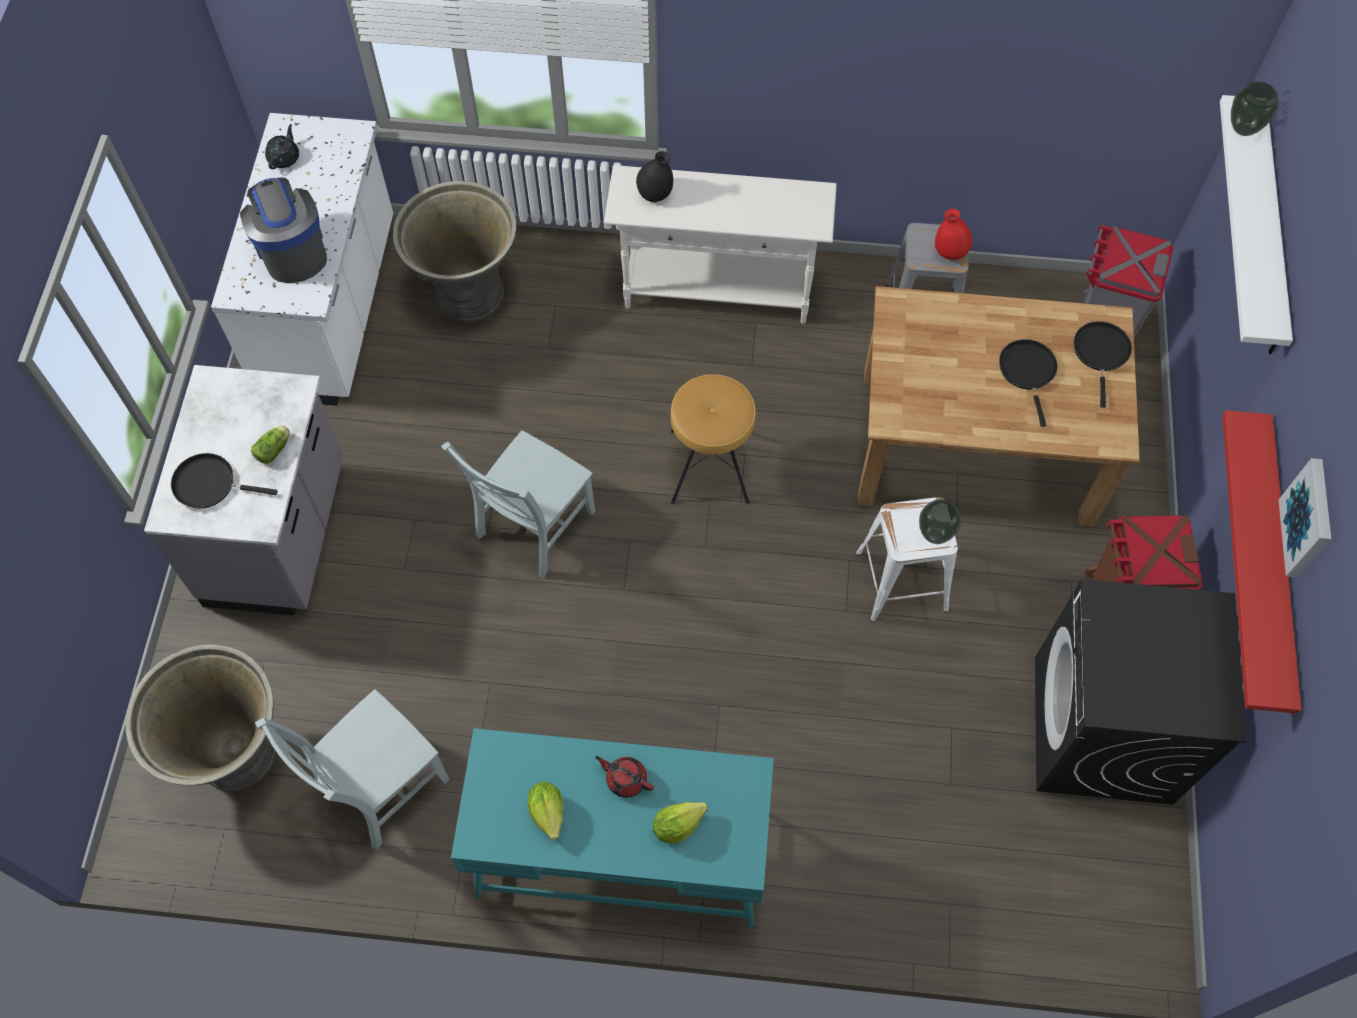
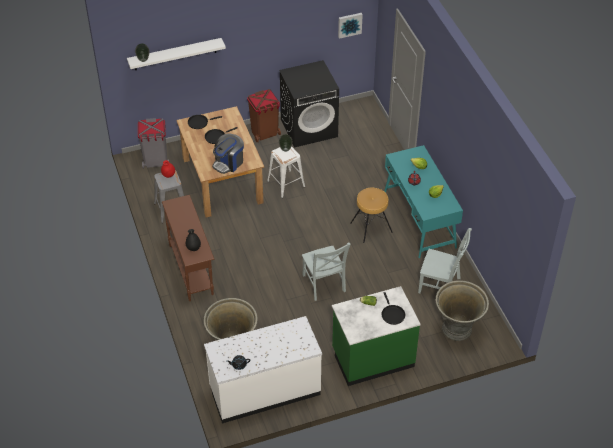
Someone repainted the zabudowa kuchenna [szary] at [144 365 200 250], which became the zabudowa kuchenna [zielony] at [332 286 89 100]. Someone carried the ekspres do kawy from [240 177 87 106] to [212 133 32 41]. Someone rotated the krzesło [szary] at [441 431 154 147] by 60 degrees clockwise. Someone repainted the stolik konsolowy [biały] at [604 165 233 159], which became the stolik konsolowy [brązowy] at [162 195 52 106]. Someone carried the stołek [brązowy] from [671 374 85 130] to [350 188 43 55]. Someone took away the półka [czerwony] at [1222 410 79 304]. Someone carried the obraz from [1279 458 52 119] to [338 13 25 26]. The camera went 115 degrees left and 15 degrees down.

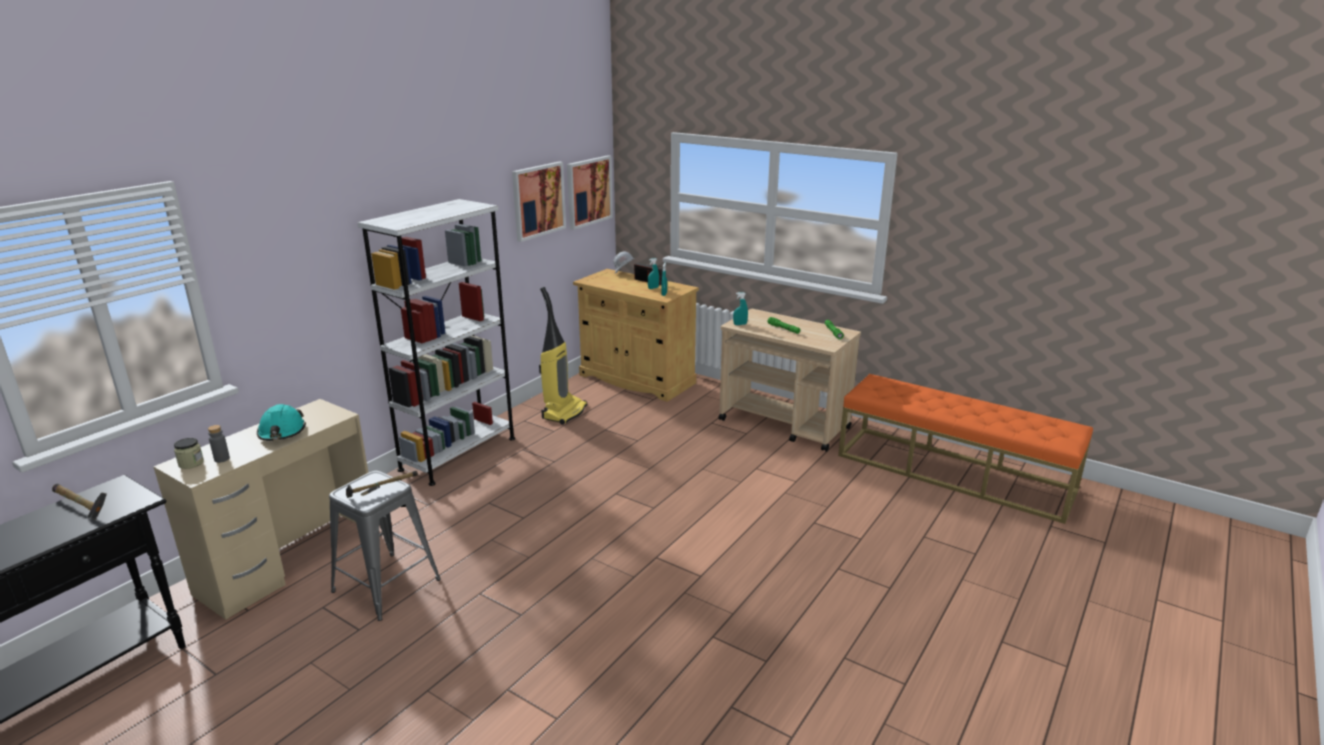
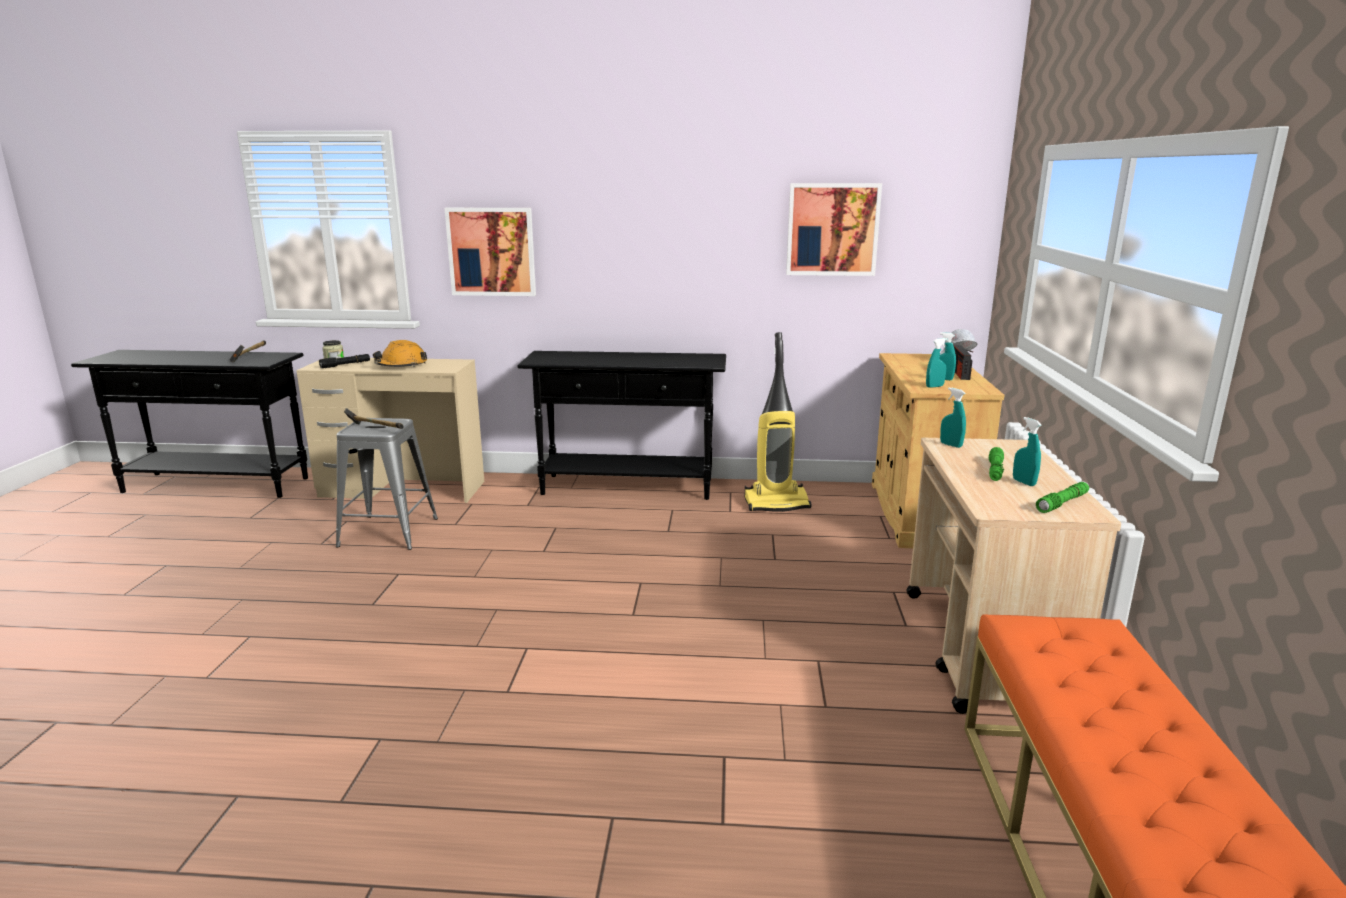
Someone swapped the butelka [szary] at [208 425 22 38] for the latarka [czarny] at [319 354 51 14]. Someone repainted the kask [turkusowy] at [257 404 49 37], which became the kask [pomarańczowy] at [373 340 54 27]. Someone swapped the regał [biały] at [357 199 158 287] for the stolik konsolowy [czarny] at [517 351 209 149]. Someone carried the obraz from [567 155 46 75] to [444 208 92 88]. Someone put down the spryskiwacz [turkusowy] at [1013 417 28 69]. The camera went 60 degrees right and 5 degrees down.

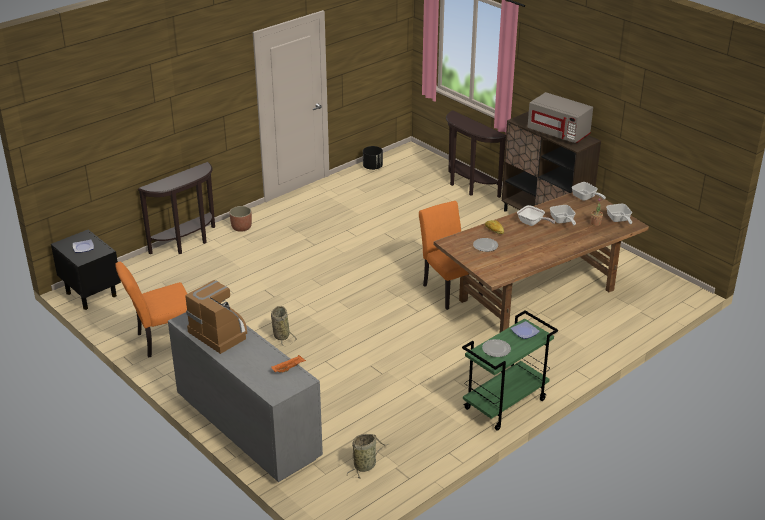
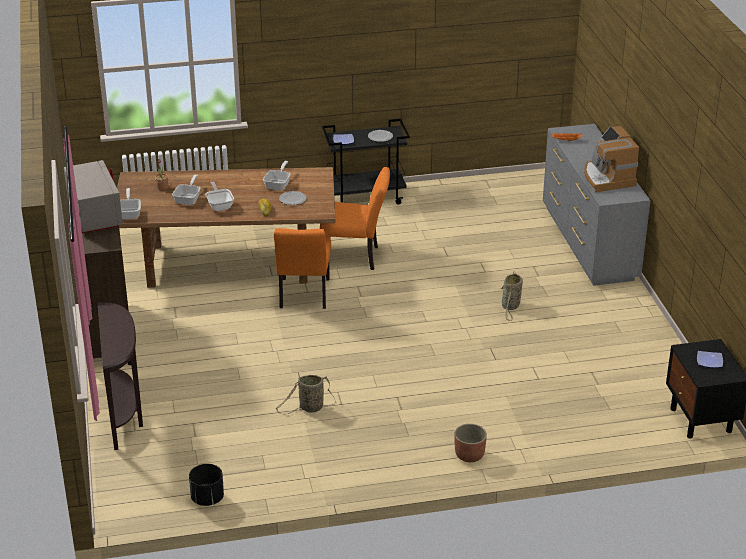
Someone carried the krzesło [pomarańczowy] from [115 262 72 96] to [320 167 70 103]. Someone took away the stolik konsolowy [brązowy] at [138 162 77 92]. Someone carried the koszyk from [347 434 42 45] to [276 375 60 40]. Someone repainted the wózek [zielony] at [462 310 96 121], which became the wózek [czarny] at [322 119 88 86]. Someone carried the patelnia from [606 204 26 20] to [263 161 28 29]. The camera went 150 degrees left and 0 degrees up.

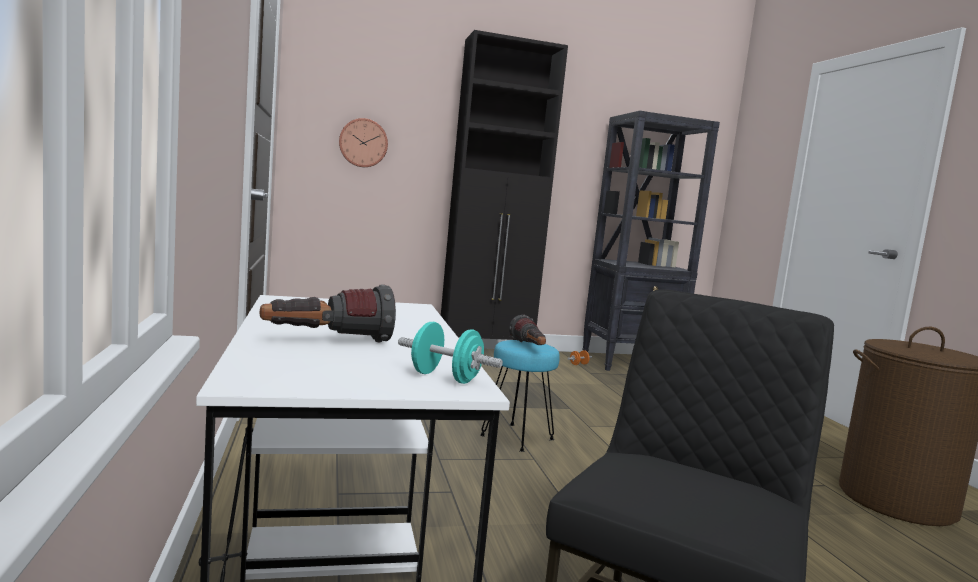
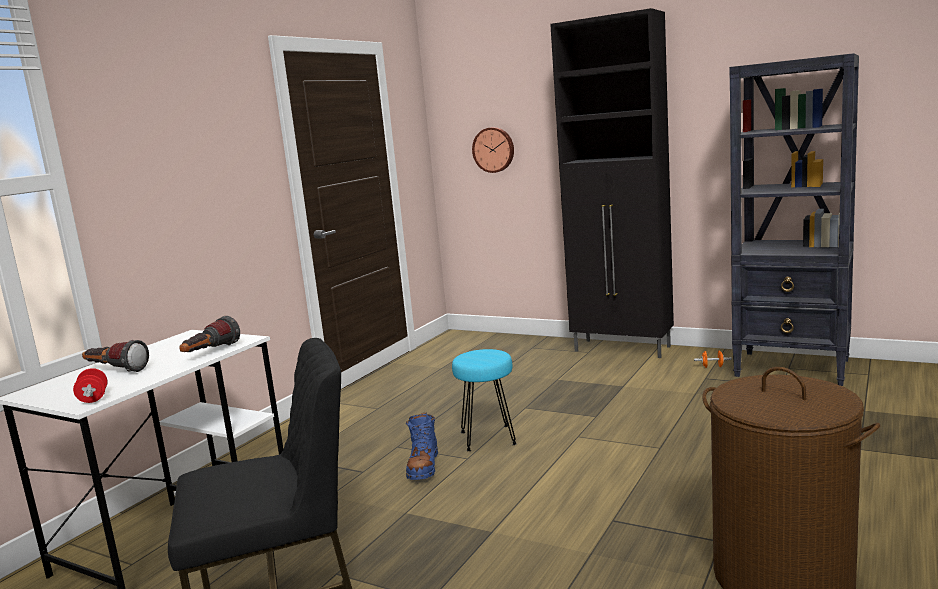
Someone repainted the hantel [turkusowy] at [398 322 105 62], which became the hantel [czerwony] at [73 368 35 35]. Someone carried the latarka from [509 315 37 30] to [179 316 61 36]. Someone put down the but z cholewką [niebieski] at [406 412 32 68]. The camera went 45 degrees right and 5 degrees up.

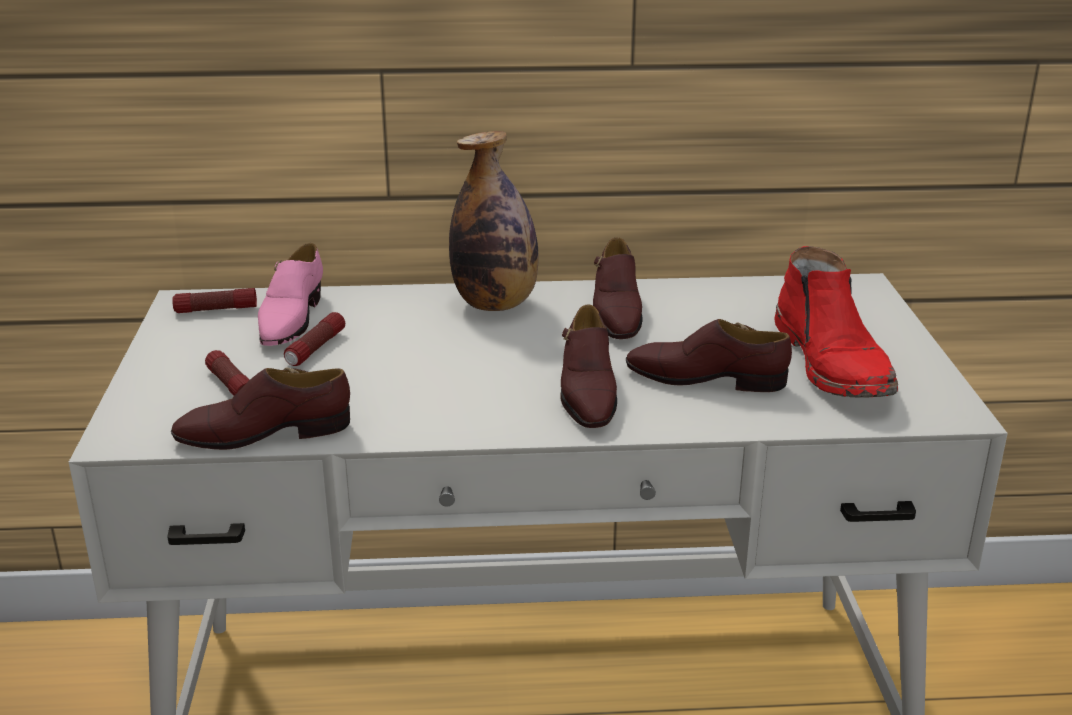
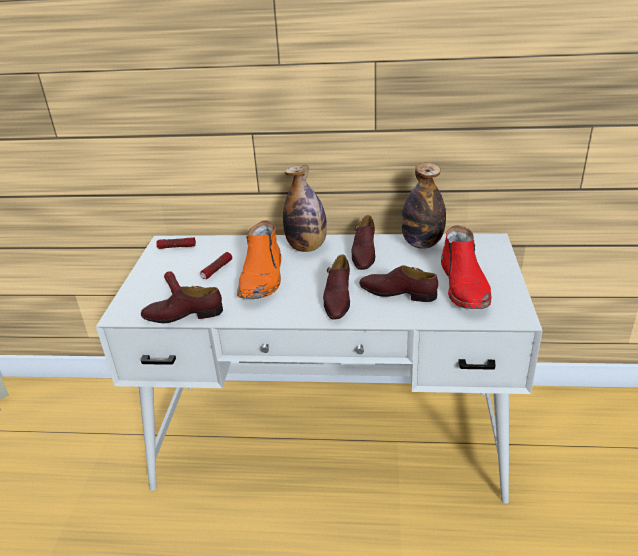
Someone took away the but [różowy] at [258 243 65 103]. Someone put down the but z cholewką [pomarańczowy] at [237 220 44 79]. Someone put down the butelka at [401 163 45 86]. The camera went 10 degrees right and 5 degrees up.

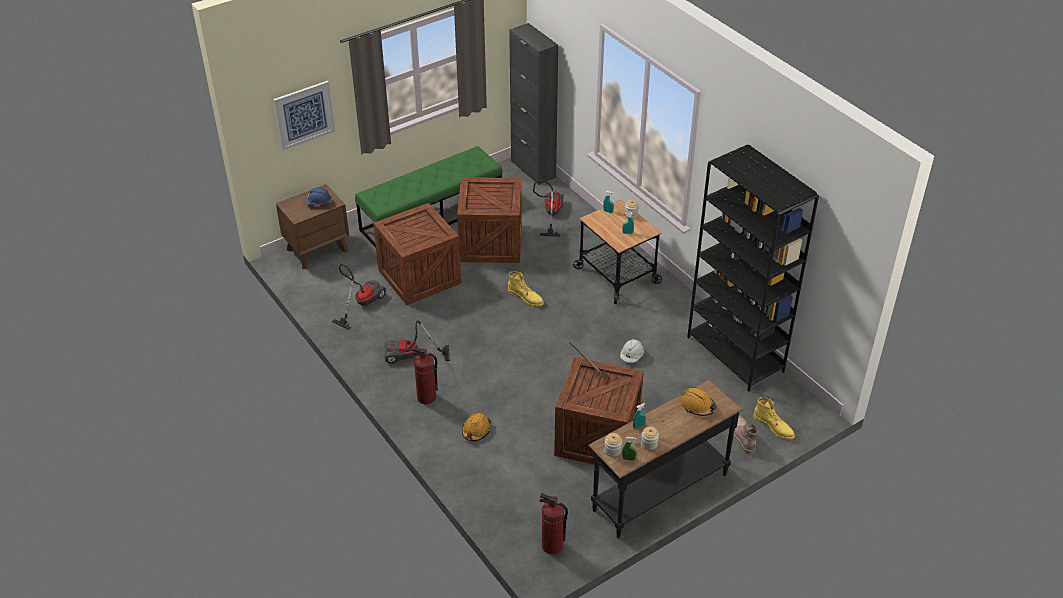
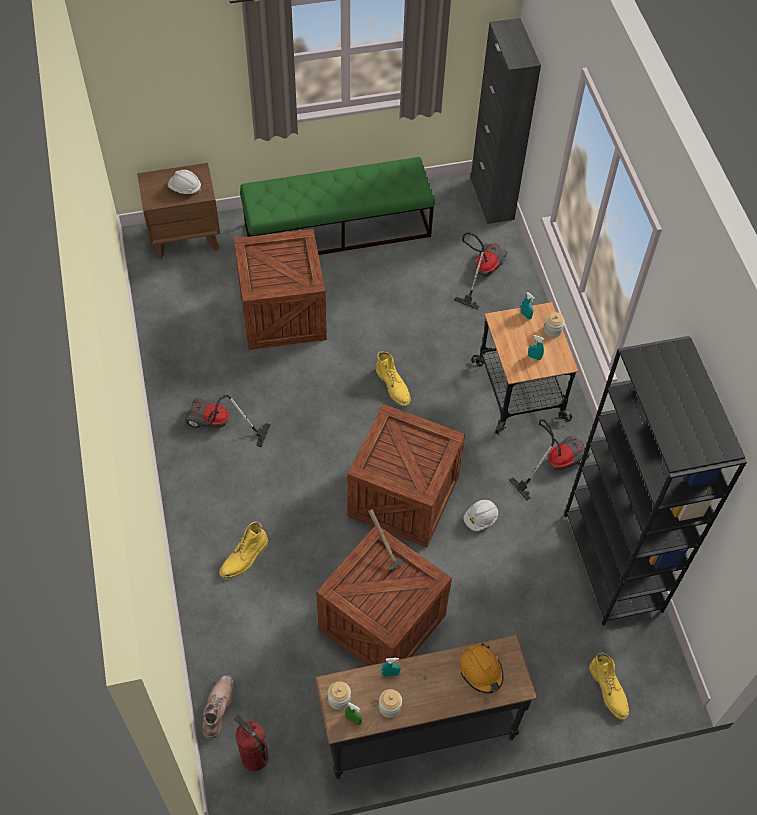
Someone took away the obraz at [273 81 62 70]. Someone repainted the kask [niebieski] at [305 187 27 18], which became the kask [biały] at [168 170 34 24]. Someone carried the odkurzacz from [332 264 54 66] to [509 419 82 82]. Someone took away the gaśnica at [410 347 28 57]. Someone carried the skrzynka from [457 177 65 86] to [347 404 118 143]. Someone swapped the kask [pomarańczowy] at [462 413 29 28] for the but z cholewką [żółty] at [219 522 49 57]. Someone carried the but z cholewką [brązowy] from [734 415 24 40] to [202 675 32 65]. The camera went 20 degrees right and 15 degrees up.

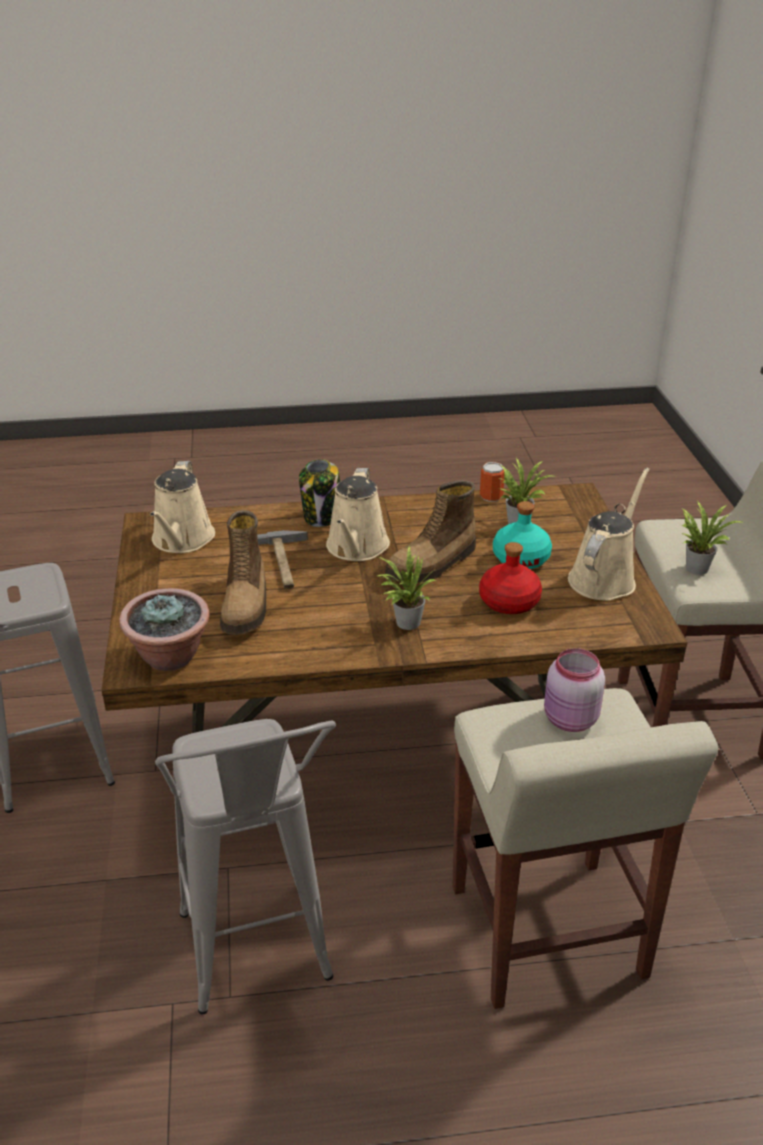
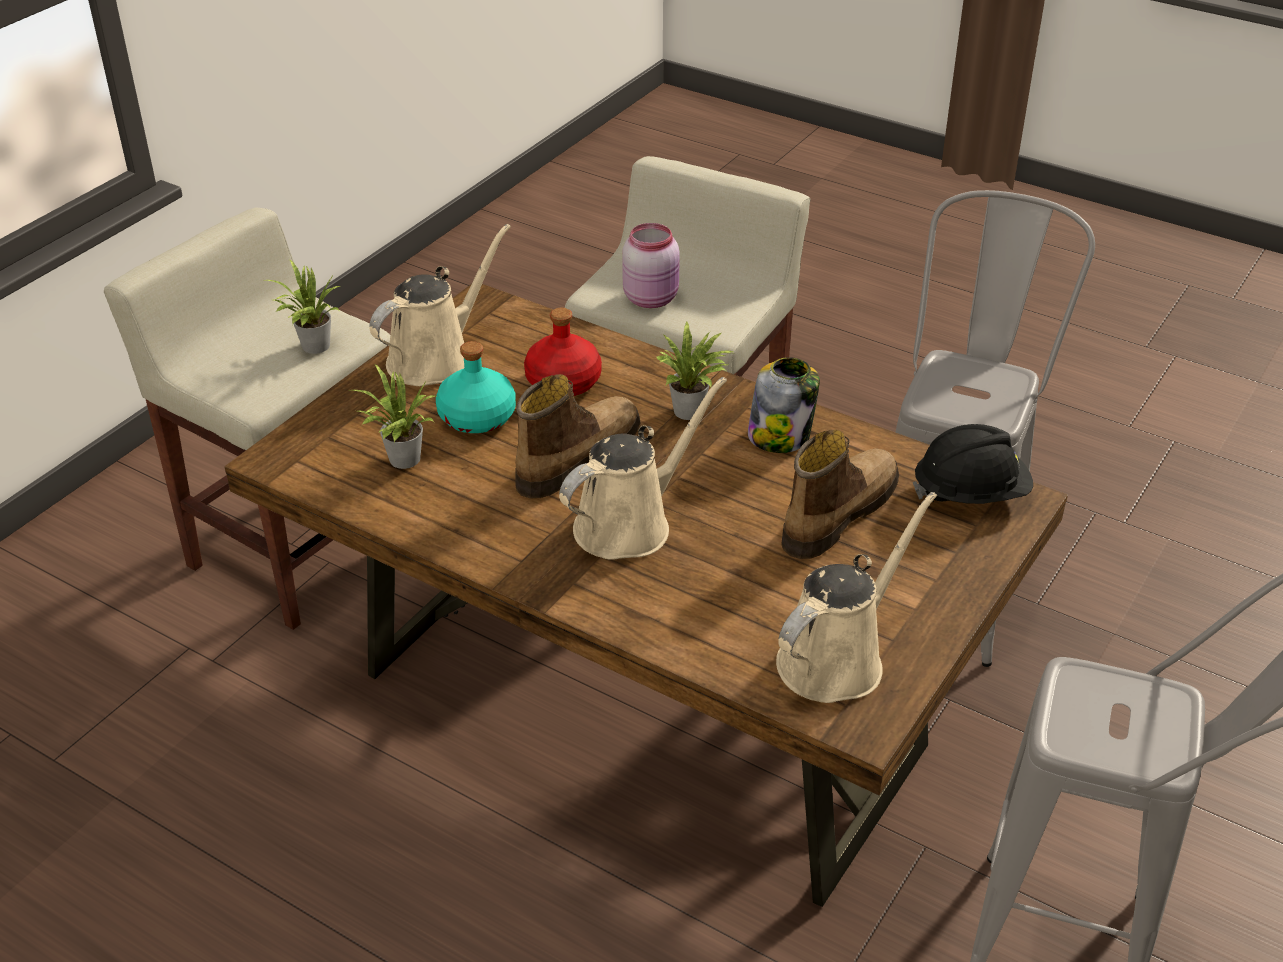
Someone swapped the roślina doniczkowa at [119 588 91 83] for the kask [czarny] at [913 424 120 80]. Someone took away the młotek at [257 530 51 59]. Someone carried the słoik from [299 459 41 68] to [748 357 72 96]. Someone rotated the but z cholewką at [385 480 91 103] by 45 degrees counterclockwise. Someone took away the puszka at [480 462 24 40]. Someone rotated the konewka [beżowy] at [568 468 82 133] by 150 degrees clockwise. The camera went 140 degrees left and 5 degrees up.

